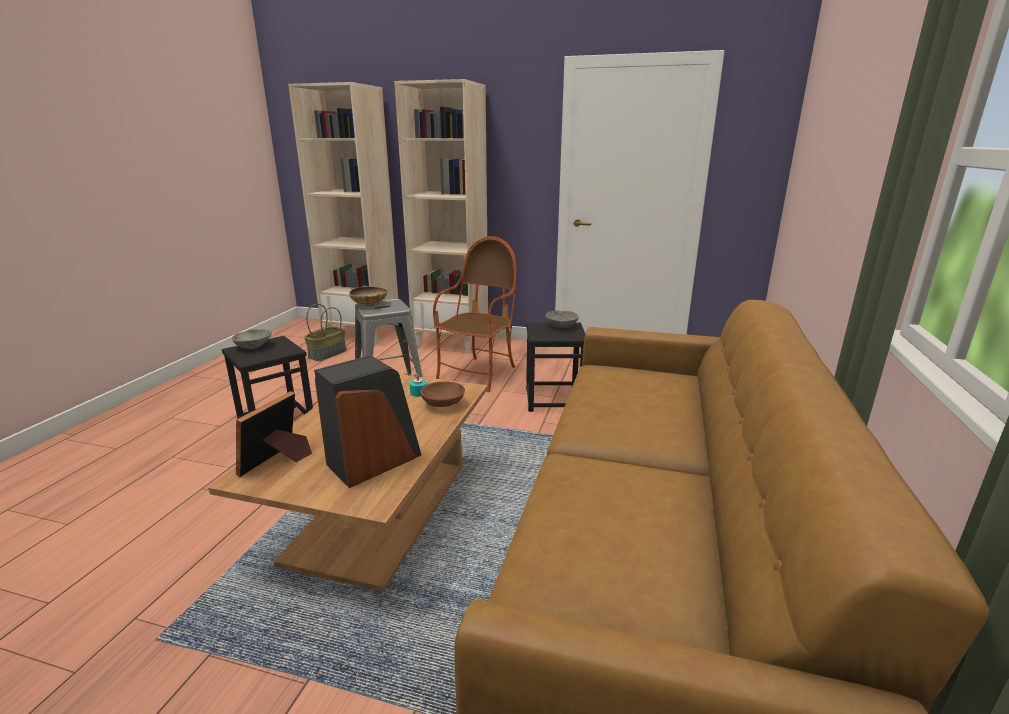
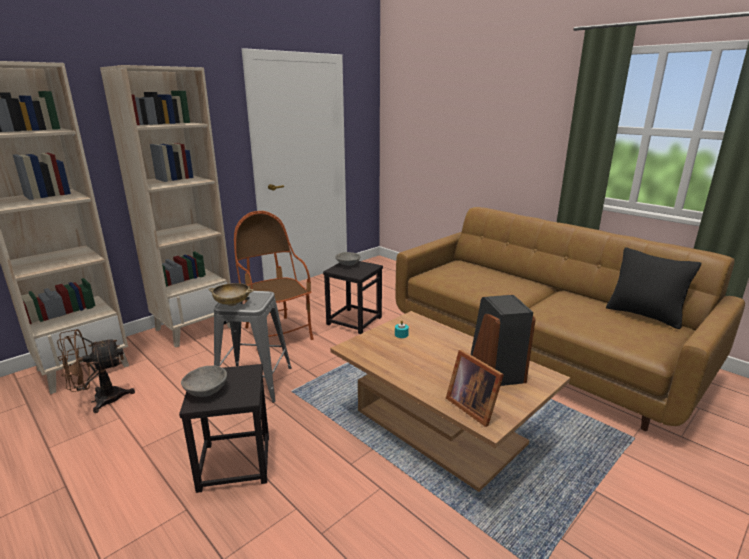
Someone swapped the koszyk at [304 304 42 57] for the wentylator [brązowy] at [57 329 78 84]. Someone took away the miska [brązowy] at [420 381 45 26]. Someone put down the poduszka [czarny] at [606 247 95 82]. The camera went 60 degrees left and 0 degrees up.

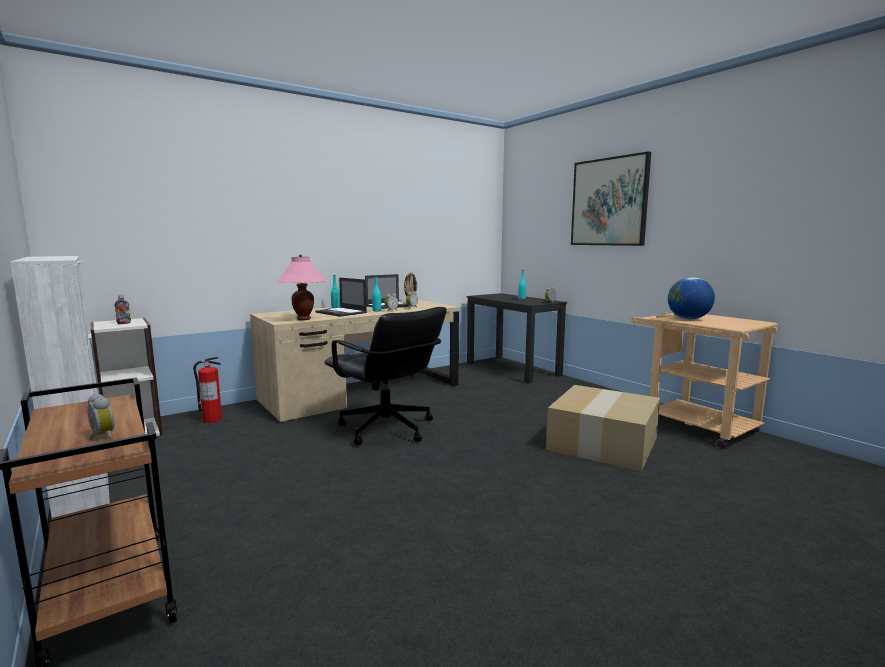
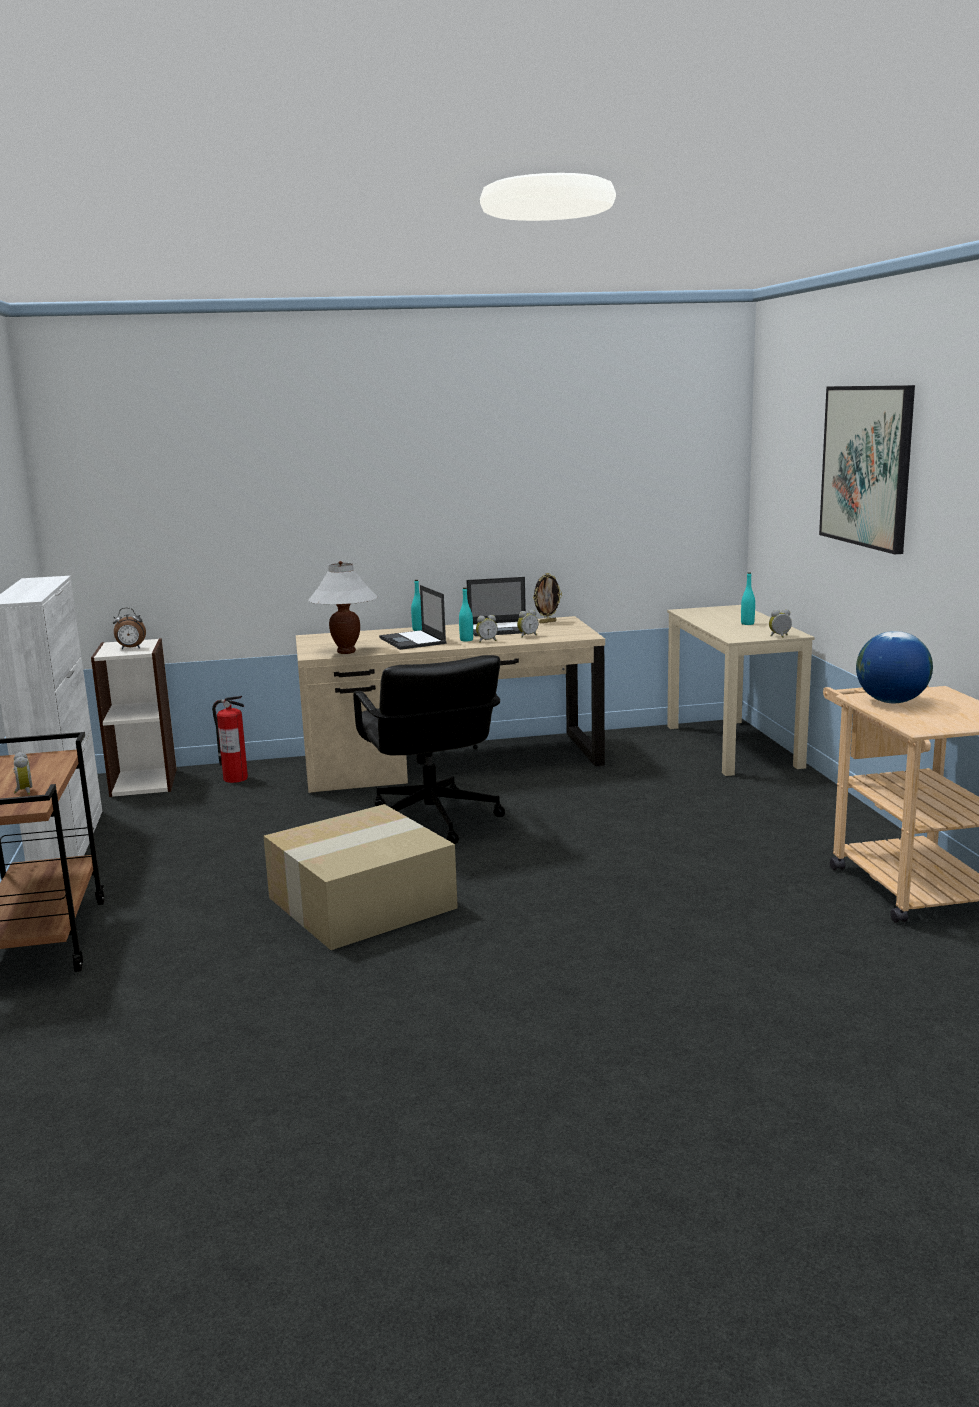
Someone swapped the butelka at [114 295 17 29] for the budzik at [113 608 33 41]. Someone repainted the lampa stołowa [różowy] at [277 255 49 65], which became the lampa stołowa [biały] at [308 561 69 93]. Someone repainted the biurko [czarny] at [467 293 100 91], which became the biurko [beżowy] at [667 605 148 171]. Someone carried the karton from [546 385 114 86] to [263 804 195 146]. The camera went 25 degrees right and 5 degrees up.

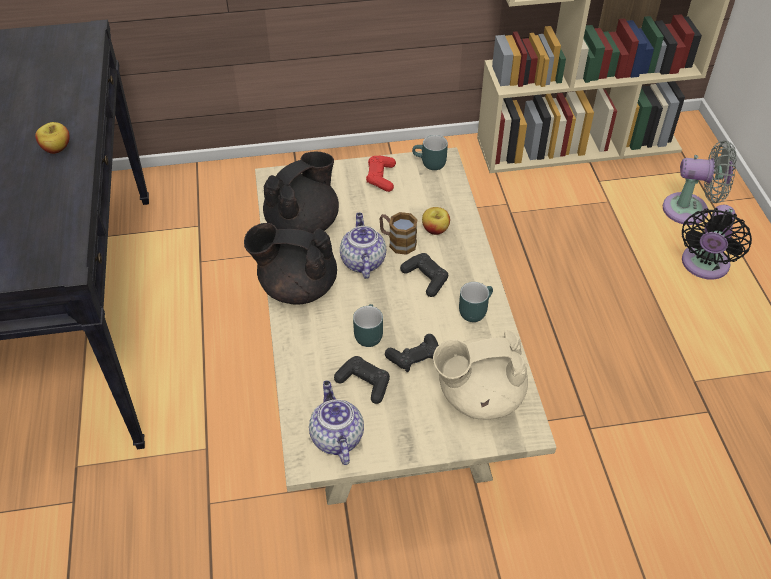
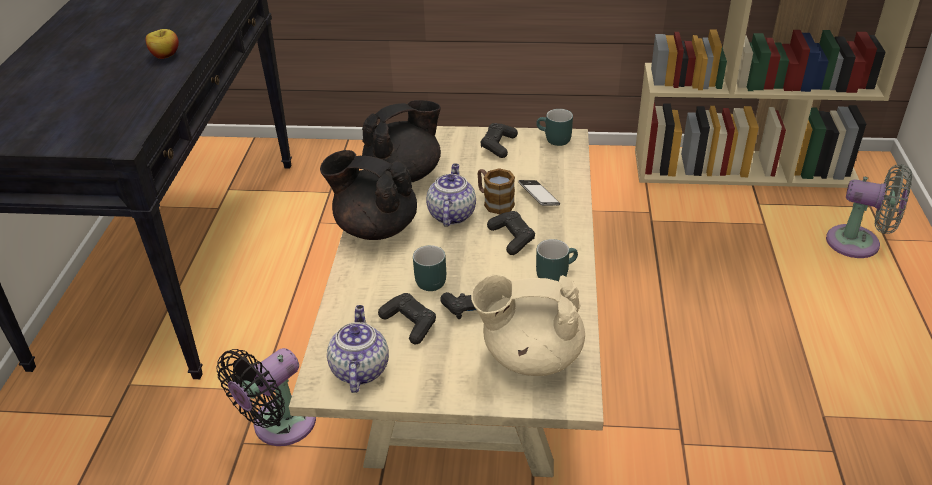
Someone repainted the pad do gier [czerwony] at [366 156 30 36], which became the pad do gier [czarny] at [481 123 37 35]. Someone swapped the jabłko at [422 207 28 28] for the telefon at [518 180 42 26]. Someone carried the wentylator [czarny] from [682 205 70 75] to [216 348 100 98]. The camera went 15 degrees right and 10 degrees down.

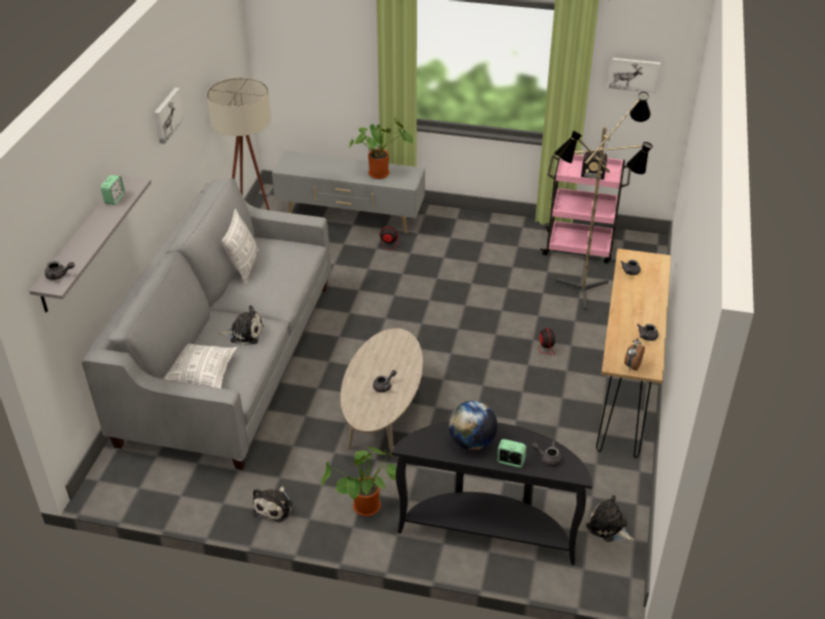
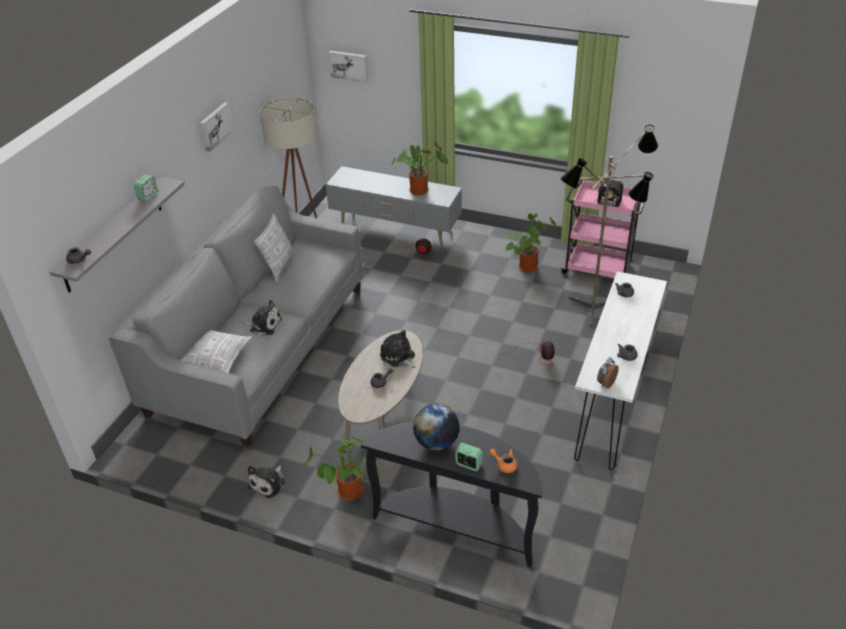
Someone repainted the imbryk [szary] at [532 441 30 26], which became the imbryk [pomarańczowy] at [490 449 27 24]. Someone carried the pluszak from [586 495 48 47] to [380 330 36 38]. Someone repainted the stolik konsolowy [brązowy] at [596 249 75 209], which became the stolik konsolowy [biały] at [574 271 93 199]. Someone carried the obraz from [609 58 52 35] to [329 51 39 32]. Someone put down the roślina doniczkowa at [505 213 52 59]. The camera went 10 degrees right and 0 degrees up.

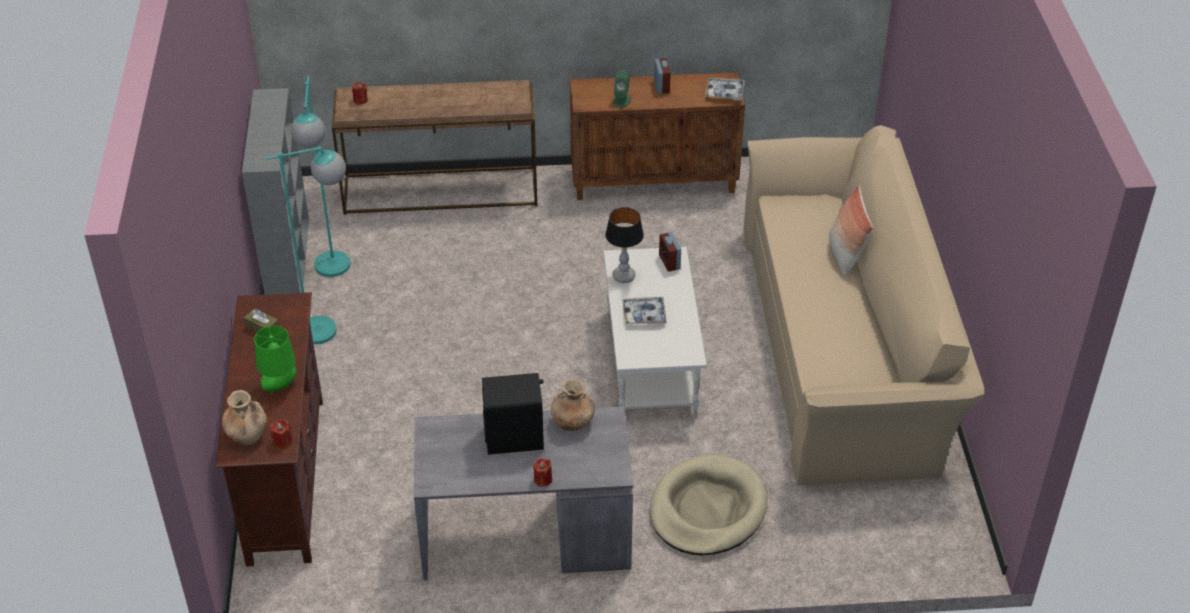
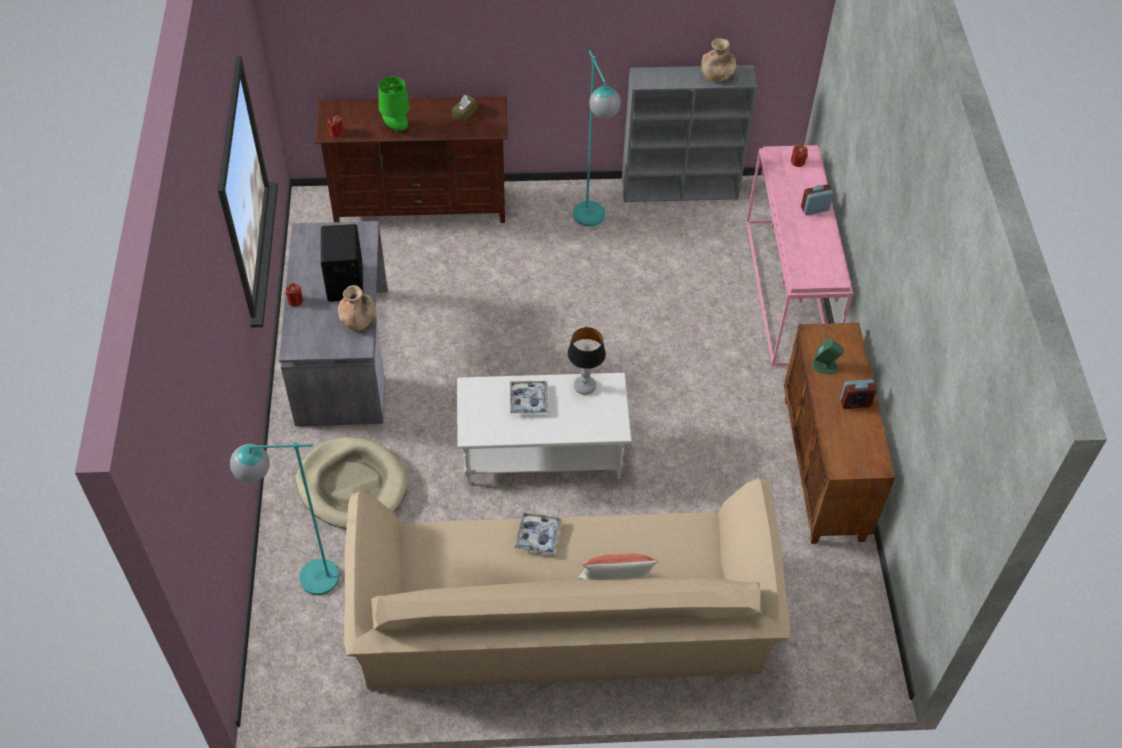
Someone carried the wazon [brązowy] from [222 390 45 55] to [701 38 36 44]. Someone carried the lampa stojąca [turkusowy] from [291 76 59 201] to [230 442 109 153]. Someone repainted the stolik konsolowy [brązowy] at [332 80 205 135], which became the stolik konsolowy [różowy] at [746 145 107 221]. Someone carried the budzik from [659 232 22 40] to [801 185 32 30]. Someone carried the taca from [705 78 40 22] to [515 511 47 44]. The camera went 90 degrees right and 10 degrees up.

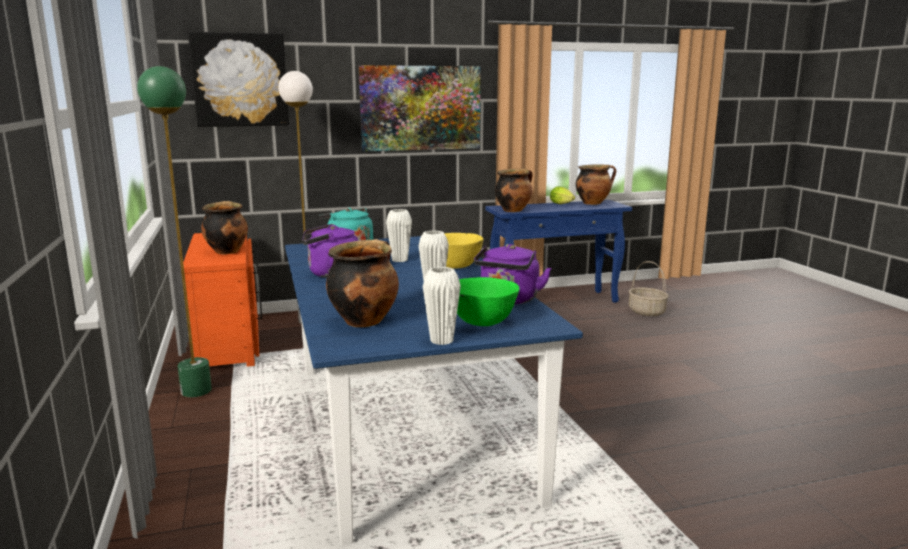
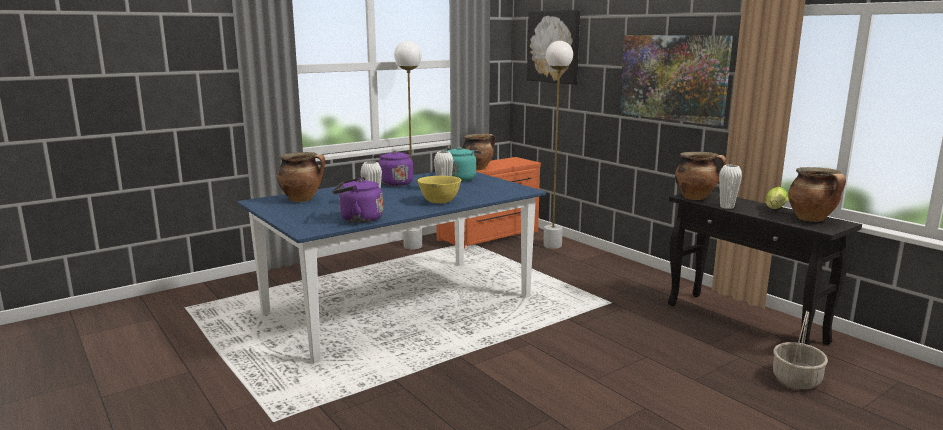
Someone repainted the lampa stojąca [zielony] at [137 66 75 331], which became the lampa stojąca [biały] at [394 41 28 209]. Someone carried the wazon [biały] from [423 267 38 78] to [719 165 23 44]. Someone took away the miska [zielony] at [457 277 63 49]. Someone repainted the stolik konsolowy [niebieski] at [485 200 147 103], which became the stolik konsolowy [czarny] at [668 192 194 153]. The camera went 70 degrees right and 0 degrees up.

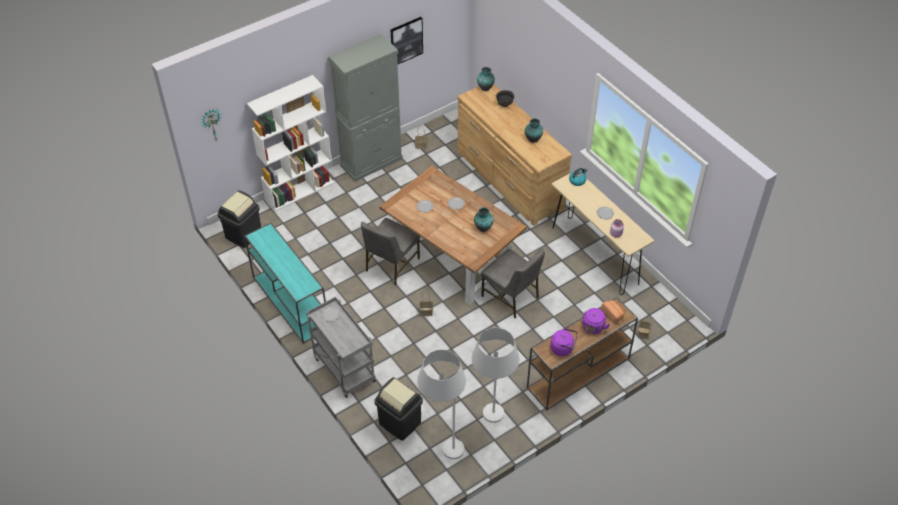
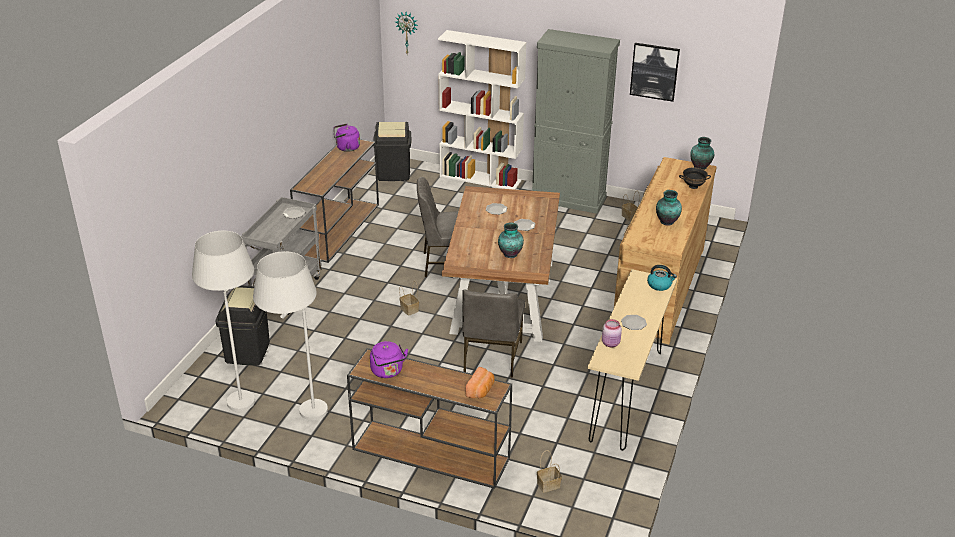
Someone repainted the stolik konsolowy [turkusowy] at [244 223 82 121], which became the stolik konsolowy [brązowy] at [290 139 89 124]. Someone carried the czajnik [fioletowy] from [580 308 30 26] to [334 123 26 29]. The camera went 55 degrees right and 15 degrees down.

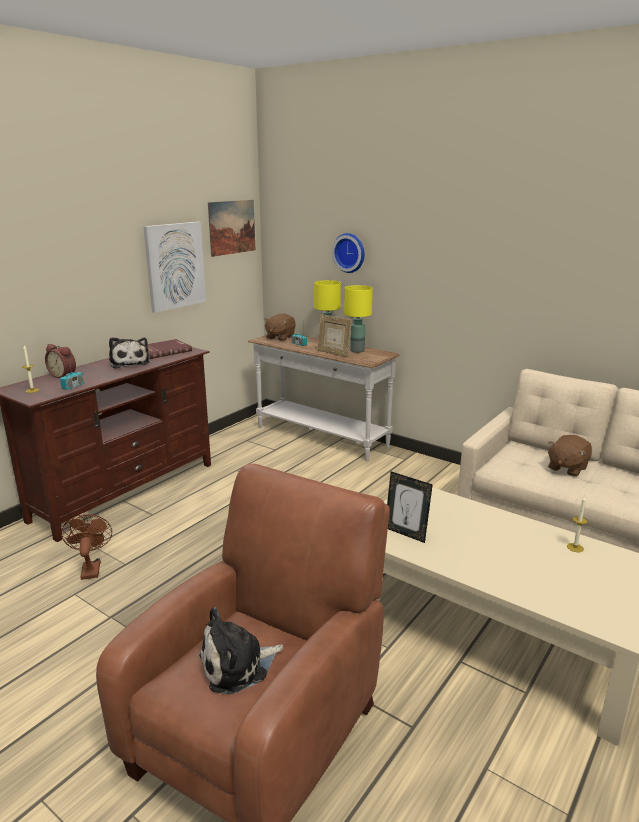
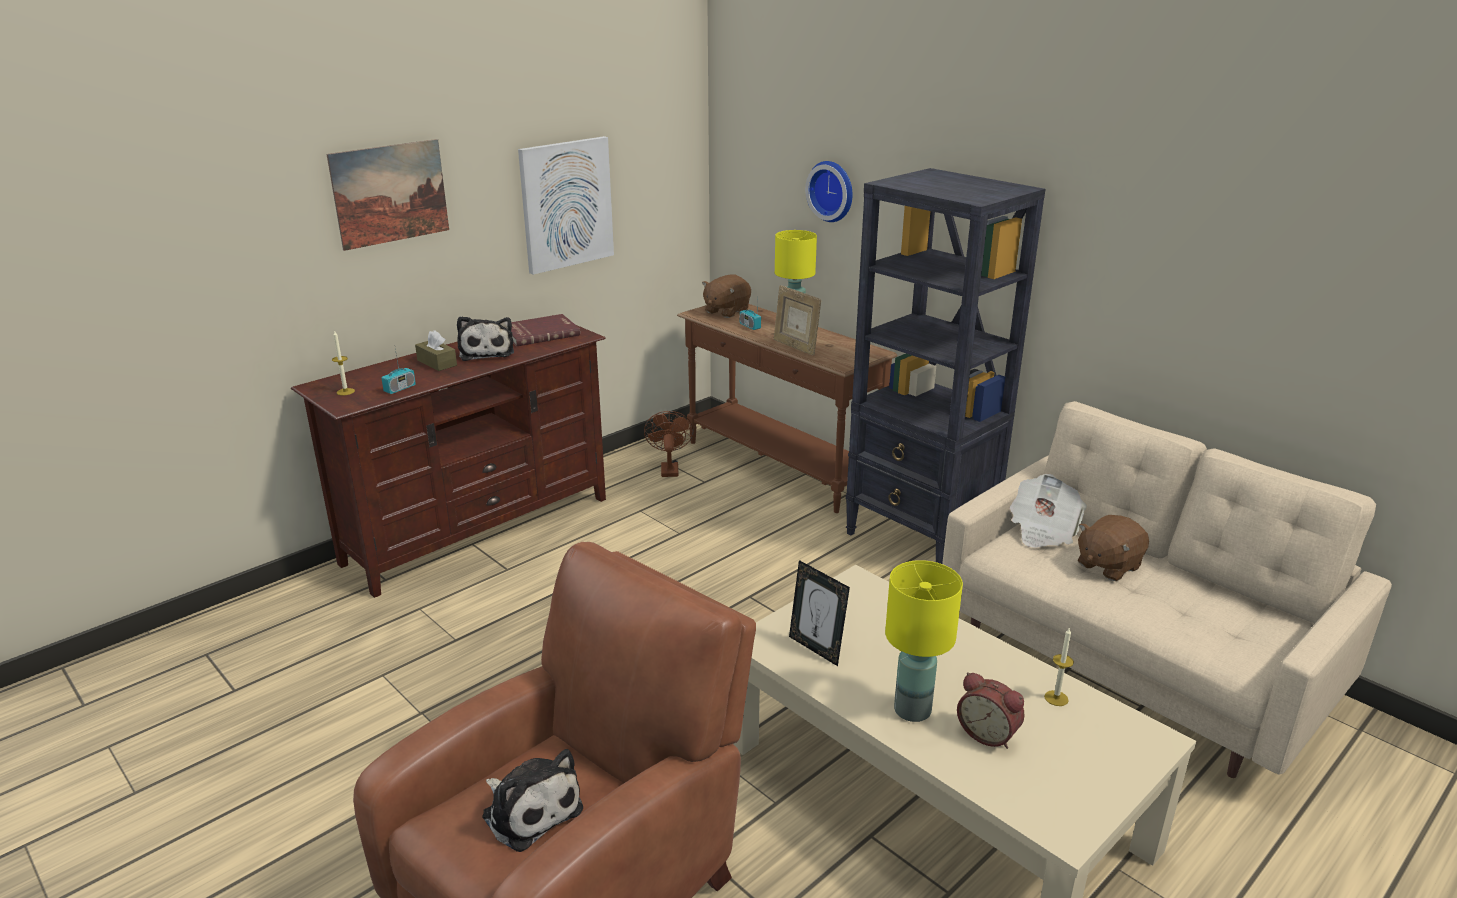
Someone carried the budzik from [45 344 31 34] to [957 672 68 77]. Someone carried the wentylator [brązowy] from [61 514 51 66] to [644 411 49 66]. Someone rotated the pluszak at [199 607 84 88] by 120 degrees counterclockwise. Someone carried the obraz from [208 200 47 57] to [327 139 122 112]. Someone repainted the stolik konsolowy [biały] at [248 335 152 126], which became the stolik konsolowy [brązowy] at [677 304 220 209]. Someone carried the lampa stołowa [żółty] from [344 285 29 68] to [885 560 78 162]. Someone put down the pudełko chusteczek [brązowy] at [415 330 42 41]. Someone put down the regał [czarny] at [846 168 200 396]. Someone put down the gazeta at [1009 474 78 74]. The camera went 10 degrees right and 5 degrees up.

